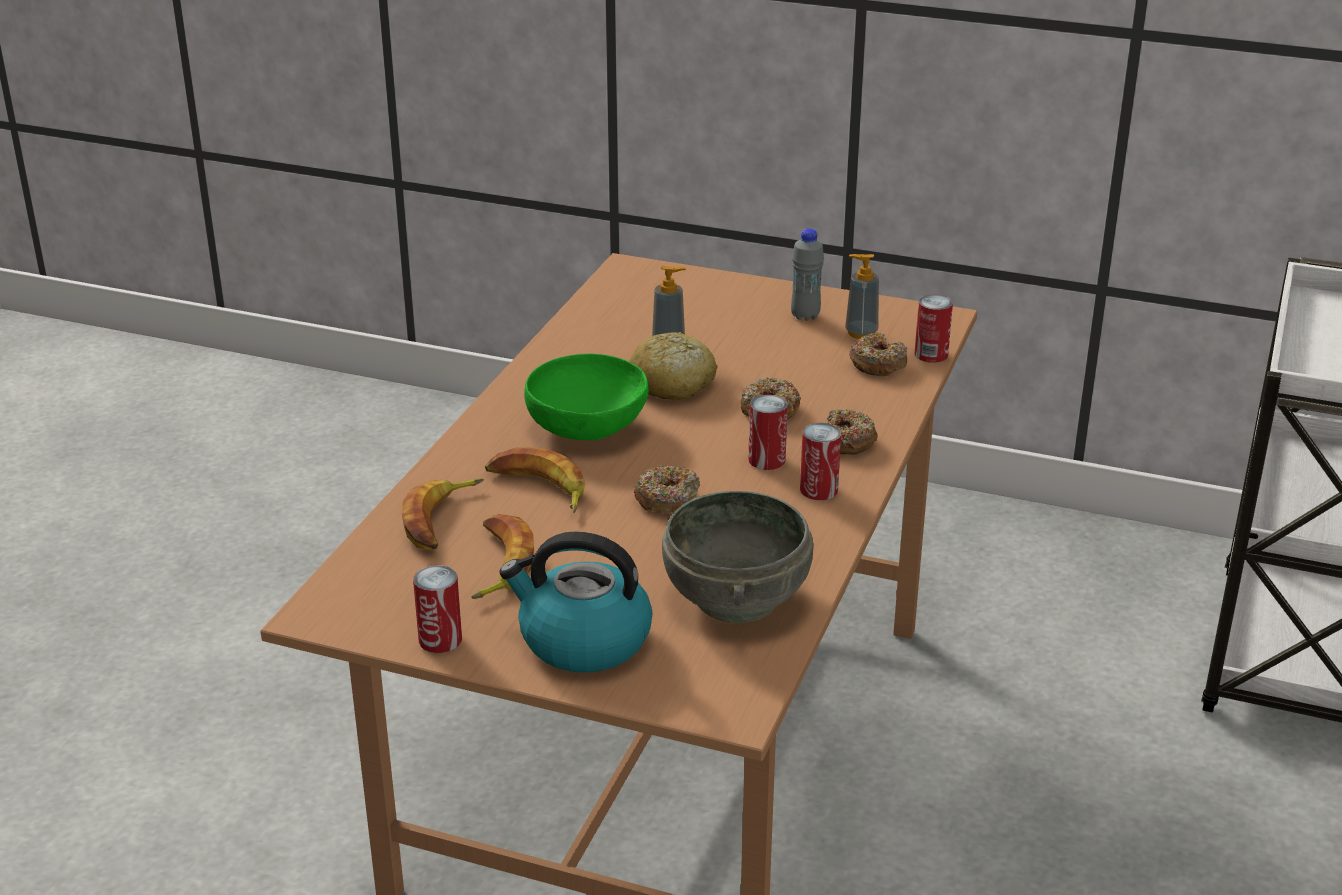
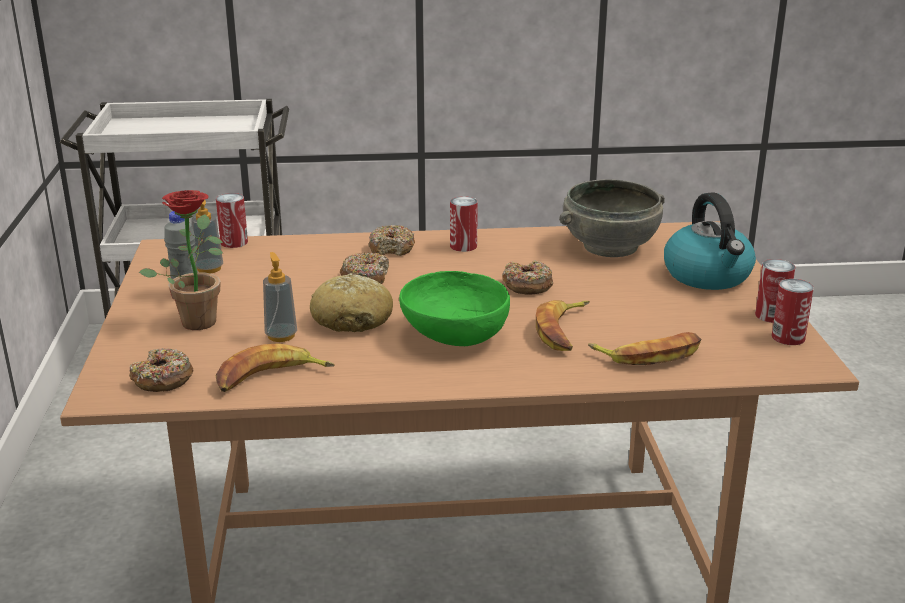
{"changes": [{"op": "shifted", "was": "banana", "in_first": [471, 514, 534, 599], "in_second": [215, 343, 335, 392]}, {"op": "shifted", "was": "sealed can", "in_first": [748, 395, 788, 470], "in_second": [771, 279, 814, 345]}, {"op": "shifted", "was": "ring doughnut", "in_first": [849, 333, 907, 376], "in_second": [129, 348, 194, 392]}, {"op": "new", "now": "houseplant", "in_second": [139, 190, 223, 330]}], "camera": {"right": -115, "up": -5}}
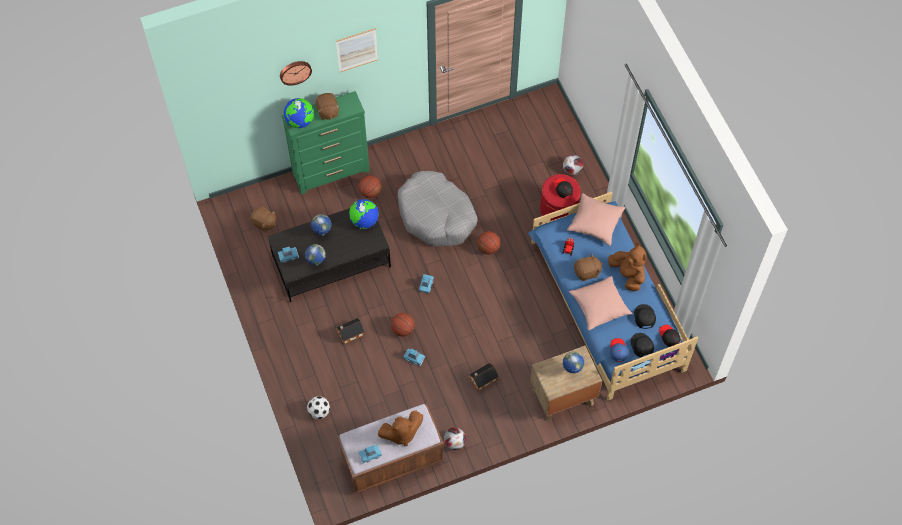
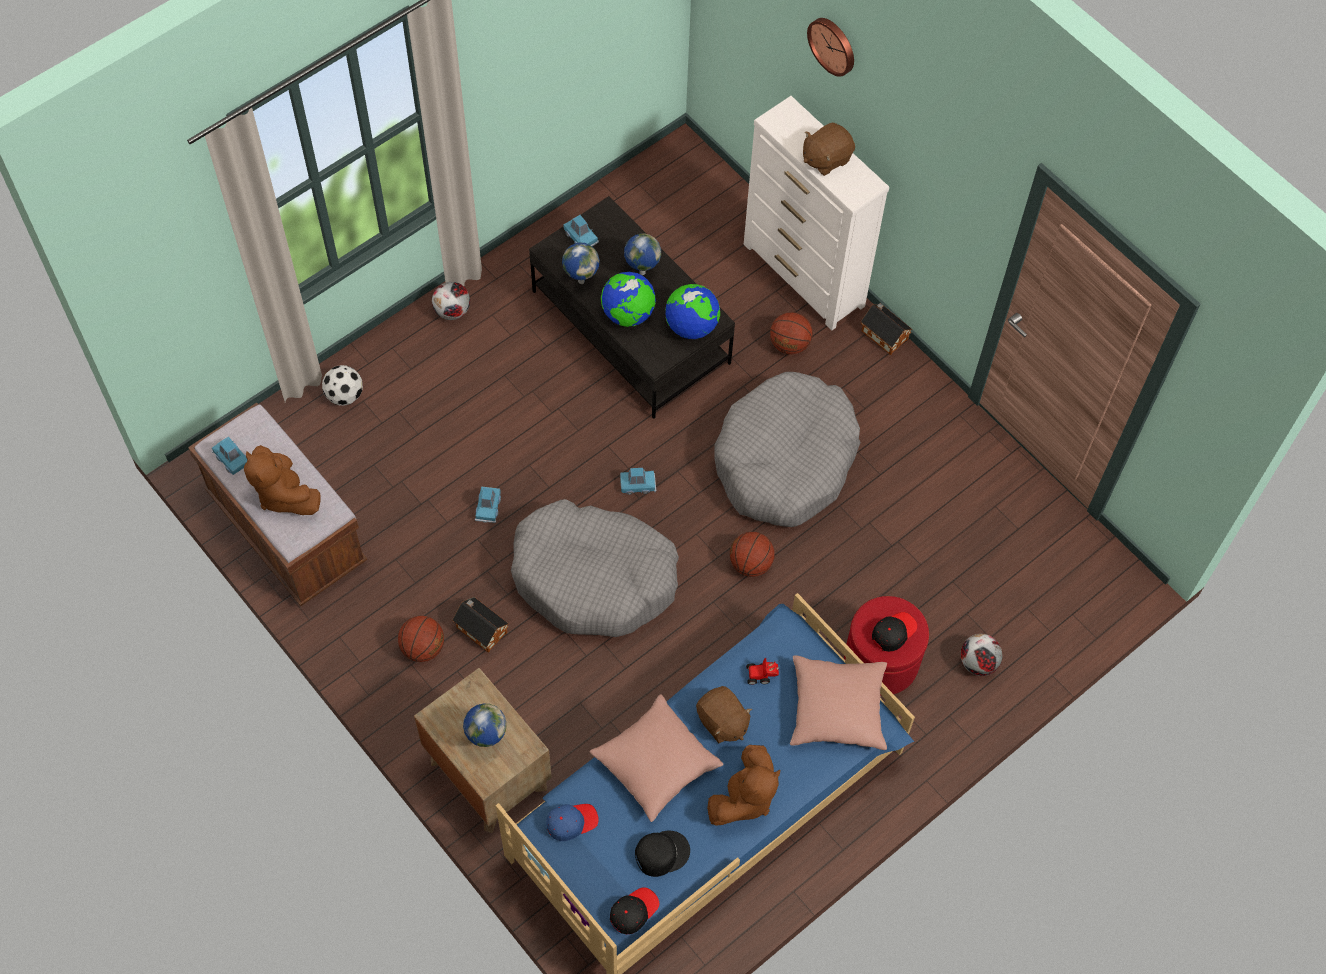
{"changes": [{"op": "gone", "was": "brown-coloured plush toy", "in_first": [250, 206, 277, 232]}, {"op": "repainted", "was": "greenish drawer chest", "now": "white-coloured drawer chest", "in_first": [282, 91, 370, 194], "in_second": [744, 96, 889, 330]}, {"op": "shifted", "was": "world globe", "in_first": [284, 98, 314, 128], "in_second": [601, 272, 656, 327]}, {"op": "gone", "was": "wall picture", "in_first": [336, 28, 378, 72]}, {"op": "shifted", "was": "miniature house", "in_first": [336, 318, 365, 344], "in_second": [861, 303, 913, 355]}, {"op": "shifted", "was": "ball for basketball", "in_first": [391, 313, 415, 337], "in_second": [398, 616, 444, 662]}, {"op": "shifted", "was": "ball for football", "in_first": [444, 427, 466, 450], "in_second": [432, 282, 470, 320]}, {"op": "gone", "was": "blackish baseball cap", "in_first": [630, 333, 654, 358]}, {"op": "new", "now": "grey dog cushion", "in_second": [511, 499, 679, 637]}], "camera": {"right": 70, "up": 0}}
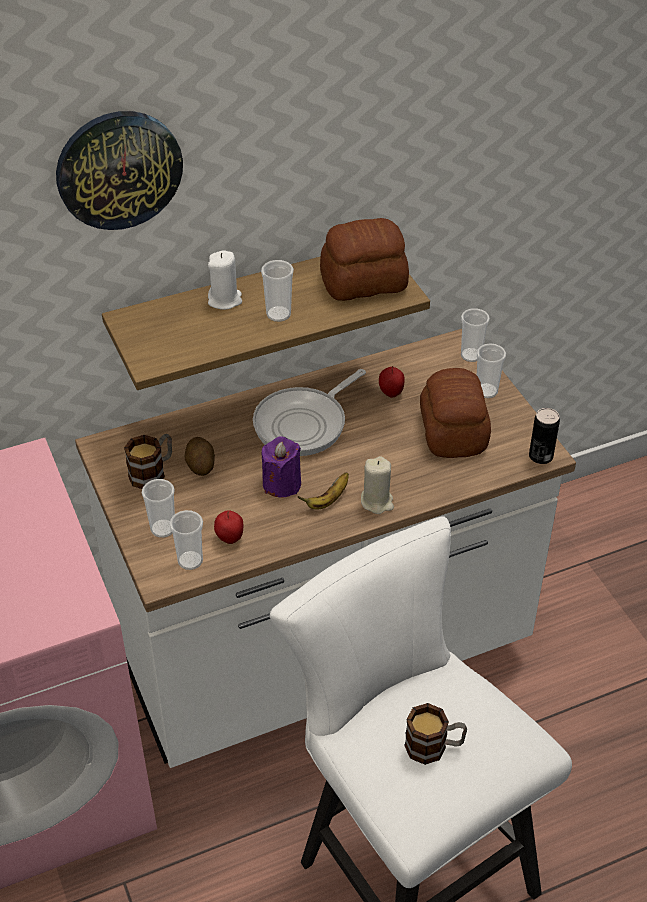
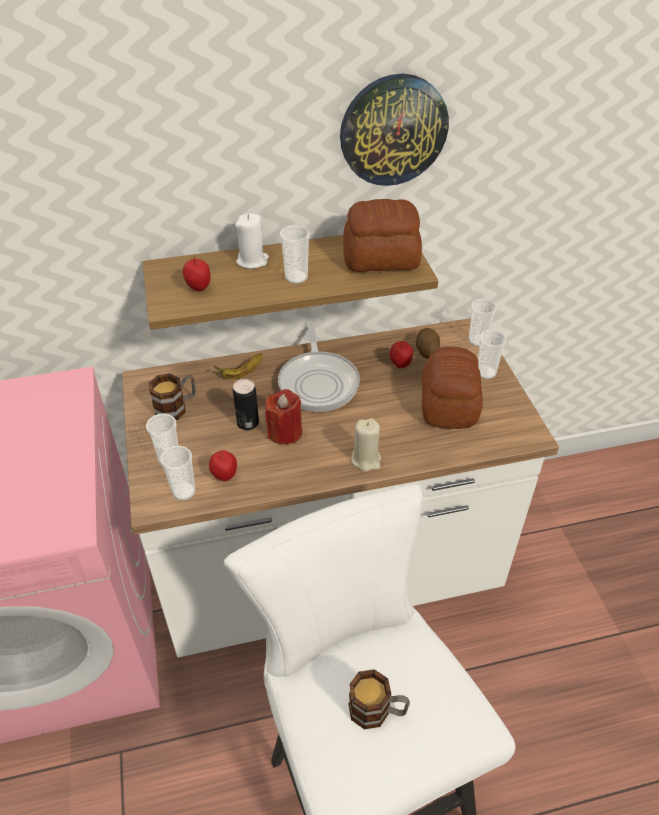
{"changes": [{"op": "shifted", "was": "clock on the wall", "in_first": [56, 111, 183, 230], "in_second": [340, 74, 449, 186]}, {"op": "shifted", "was": "whole potato", "in_first": [185, 437, 215, 476], "in_second": [416, 328, 440, 359]}, {"op": "rotated", "was": "frying pan", "in_first": [253, 369, 366, 456], "in_second": [278, 323, 360, 412], "clockwise": -60}, {"op": "repainted", "was": "purplish wax candle", "now": "red wax candle", "in_first": [262, 436, 301, 498], "in_second": [265, 389, 302, 445]}, {"op": "shifted", "was": "banana", "in_first": [298, 472, 349, 510], "in_second": [214, 353, 262, 379]}, {"op": "shifted", "was": "sealed can", "in_first": [529, 408, 560, 464], "in_second": [233, 379, 259, 430]}, {"op": "new", "now": "whole apple", "in_second": [183, 256, 210, 291]}], "camera": {"right": 10, "up": 0}}
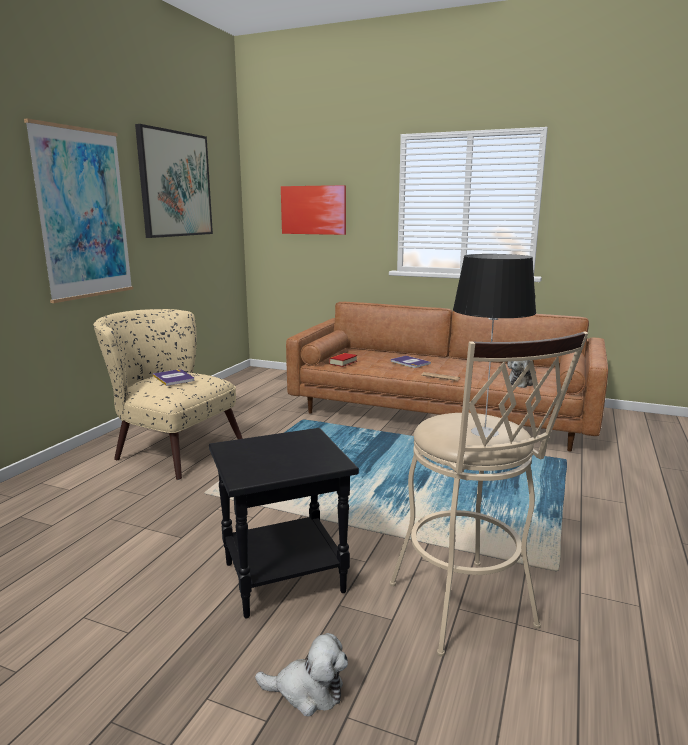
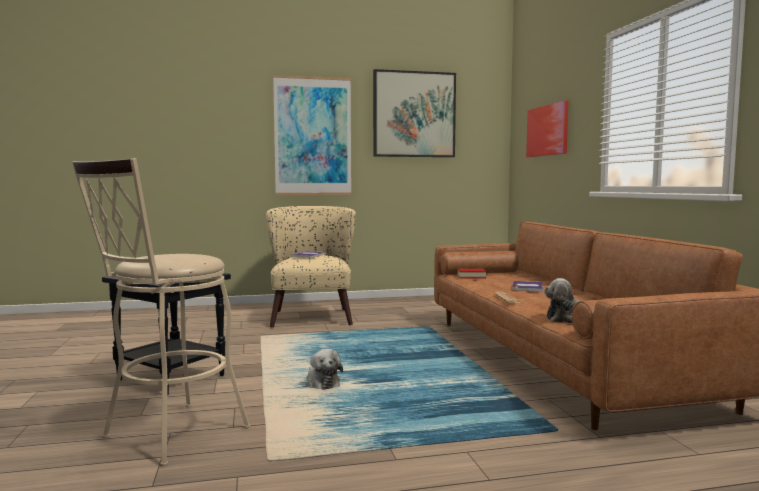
{"changes": [{"op": "shifted", "was": "plush toy", "in_first": [255, 633, 348, 716], "in_second": [306, 349, 343, 390]}, {"op": "gone", "was": "table lamp", "in_first": [453, 254, 536, 437]}], "camera": {"right": 55, "up": -10}}
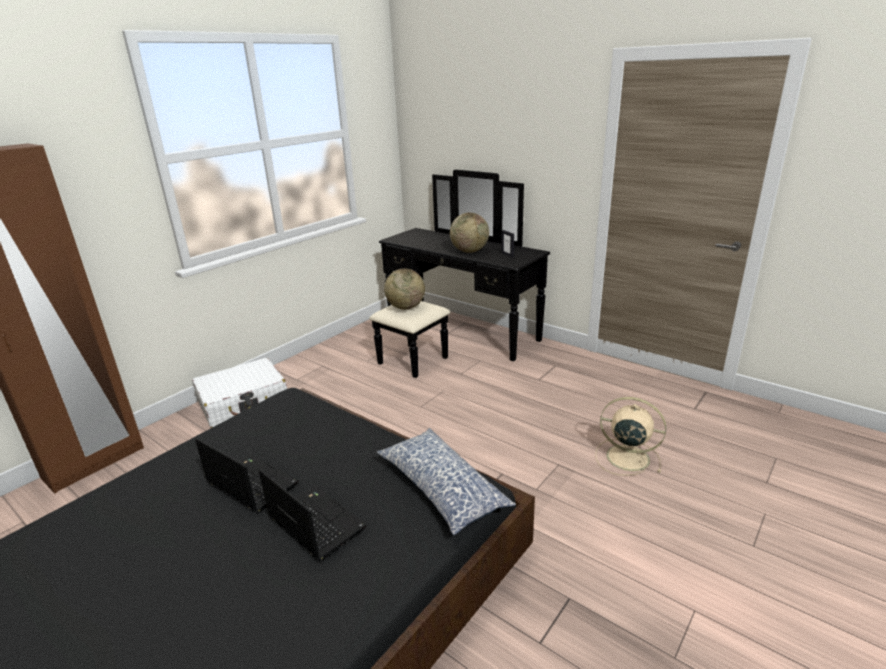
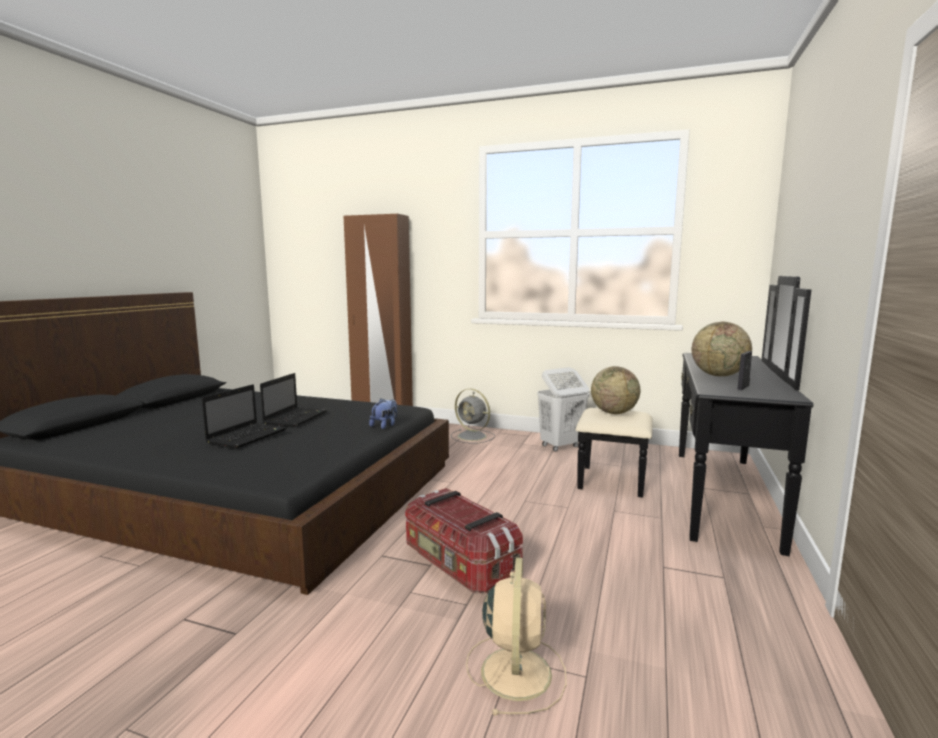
{"changes": [{"op": "swapped", "was": "white-coloured travel case", "now": "grey fan", "in_first": [192, 358, 287, 428], "in_second": [451, 389, 495, 443]}, {"op": "gone", "was": "pillow", "in_first": [377, 428, 516, 535]}, {"op": "new", "now": "plush toy", "in_second": [369, 399, 397, 429]}, {"op": "new", "now": "storage container", "in_second": [405, 488, 523, 594]}, {"op": "new", "now": "white-coloured washing basket", "in_second": [537, 367, 589, 451]}], "camera": {"right": 70, "up": -15}}
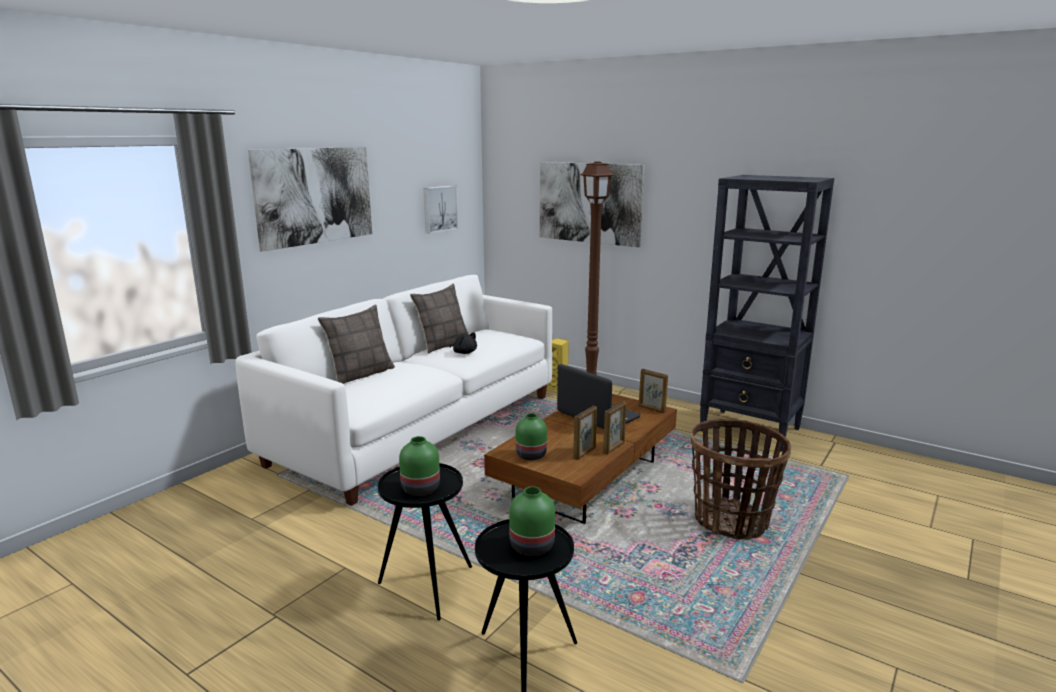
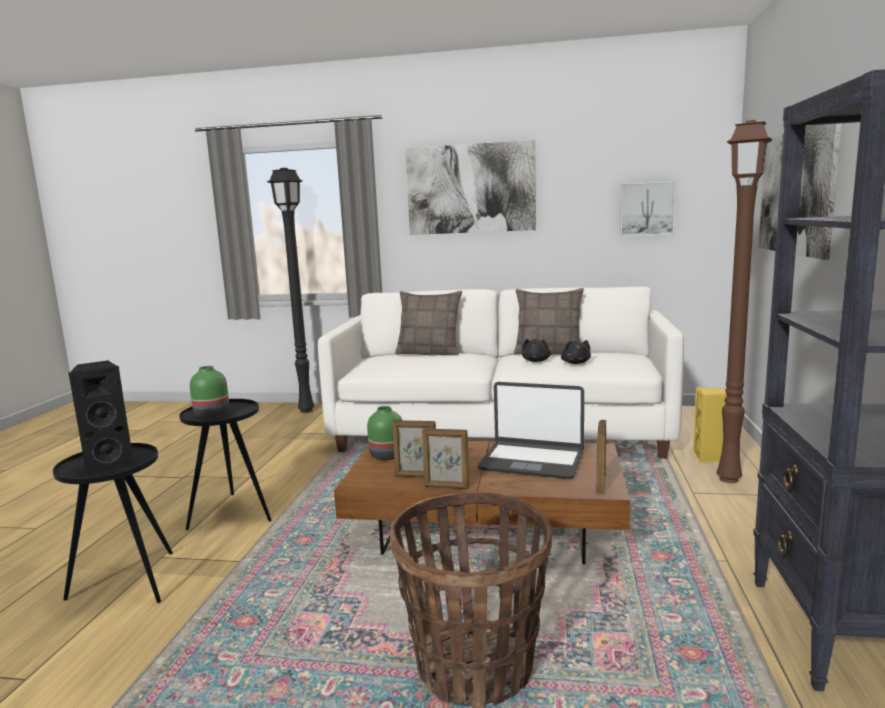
{"changes": [{"op": "swapped", "was": "greenish decorative vase", "now": "blackish speaker", "in_first": [509, 486, 555, 556], "in_second": [68, 360, 135, 476]}, {"op": "rotated", "was": "laptop", "in_first": [557, 364, 641, 429], "in_second": [478, 382, 584, 479], "clockwise": 90}, {"op": "new", "now": "blackish floor lamp", "in_second": [267, 168, 314, 413]}, {"op": "new", "now": "blackish plush toy", "in_second": [561, 340, 591, 364]}], "camera": {"right": 65, "up": -5}}
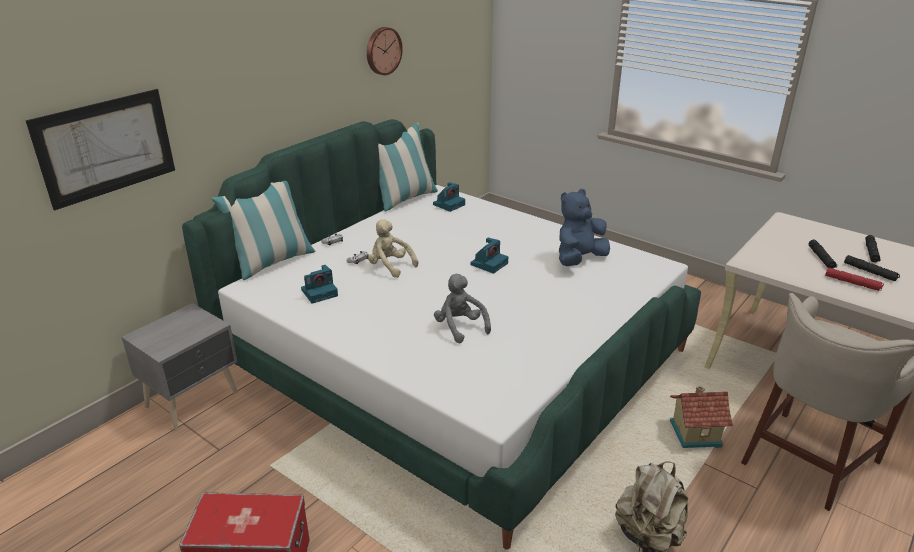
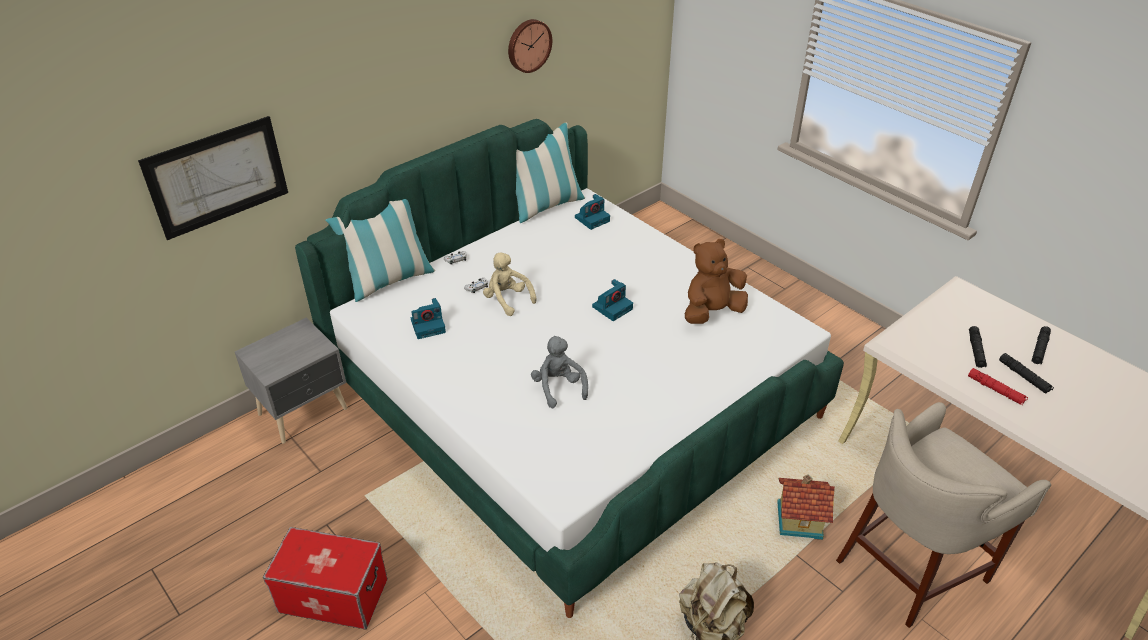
{"changes": [{"op": "repainted", "was": "blue-coloured plush toy", "now": "brown-coloured plush toy", "in_first": [559, 189, 610, 266], "in_second": [685, 239, 748, 324]}], "camera": {"right": 10, "up": 10}}
